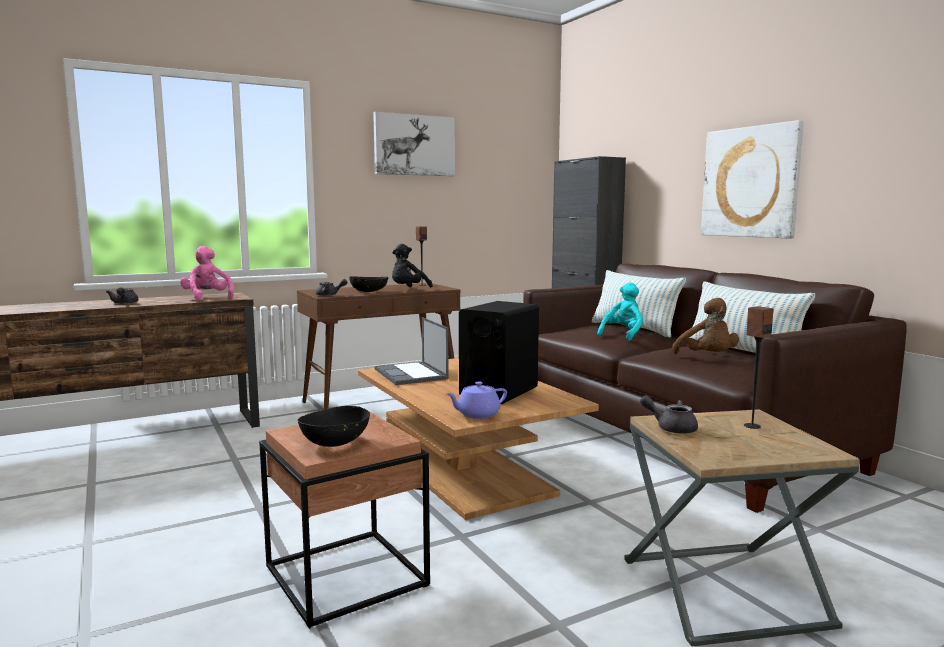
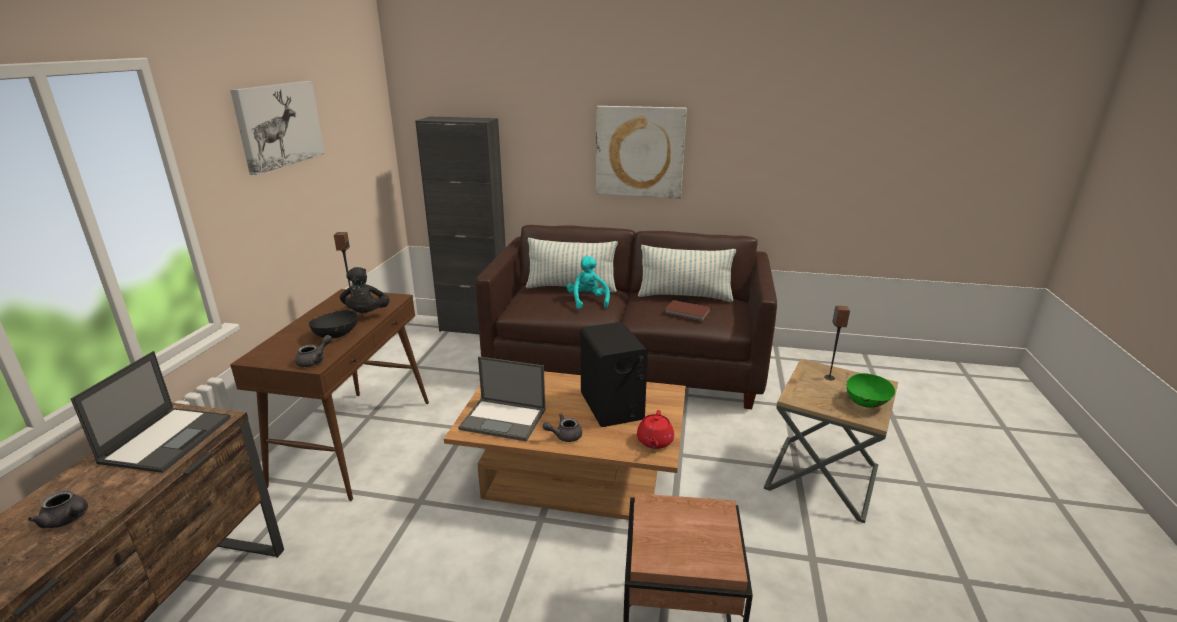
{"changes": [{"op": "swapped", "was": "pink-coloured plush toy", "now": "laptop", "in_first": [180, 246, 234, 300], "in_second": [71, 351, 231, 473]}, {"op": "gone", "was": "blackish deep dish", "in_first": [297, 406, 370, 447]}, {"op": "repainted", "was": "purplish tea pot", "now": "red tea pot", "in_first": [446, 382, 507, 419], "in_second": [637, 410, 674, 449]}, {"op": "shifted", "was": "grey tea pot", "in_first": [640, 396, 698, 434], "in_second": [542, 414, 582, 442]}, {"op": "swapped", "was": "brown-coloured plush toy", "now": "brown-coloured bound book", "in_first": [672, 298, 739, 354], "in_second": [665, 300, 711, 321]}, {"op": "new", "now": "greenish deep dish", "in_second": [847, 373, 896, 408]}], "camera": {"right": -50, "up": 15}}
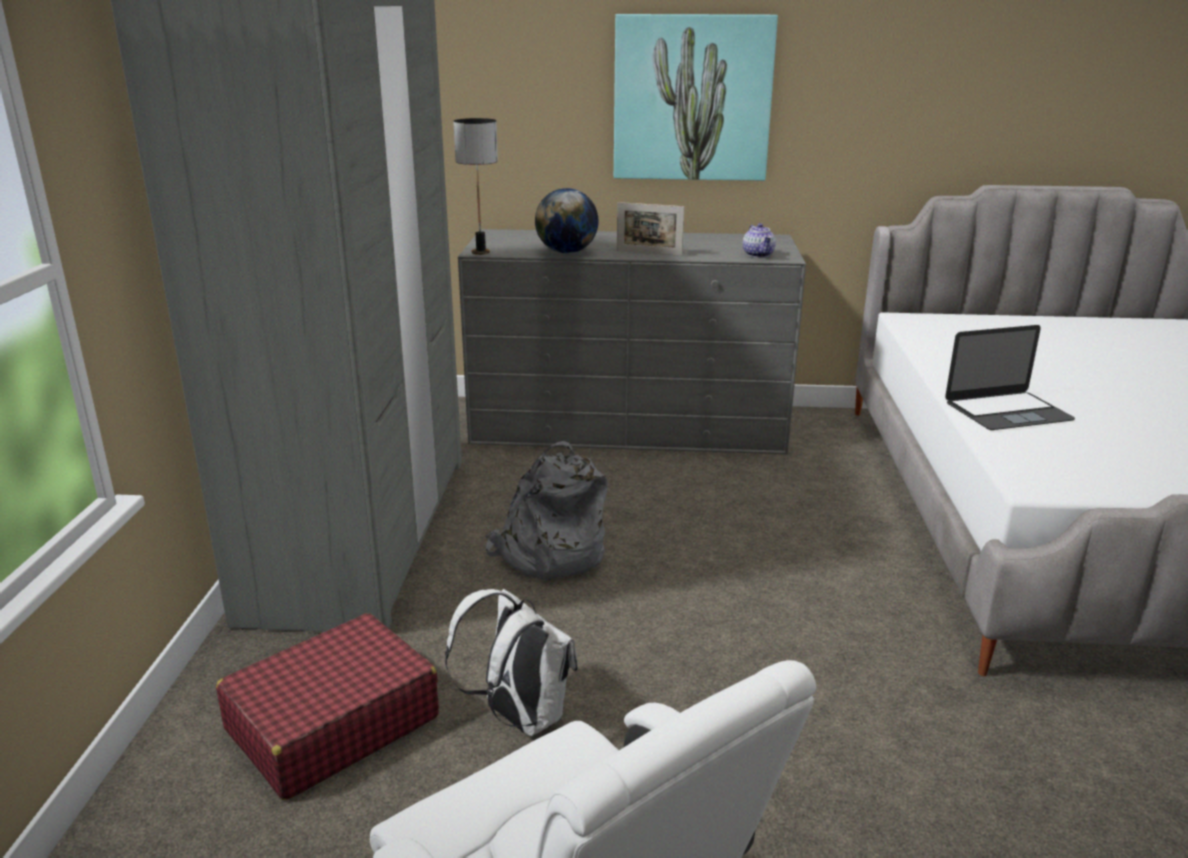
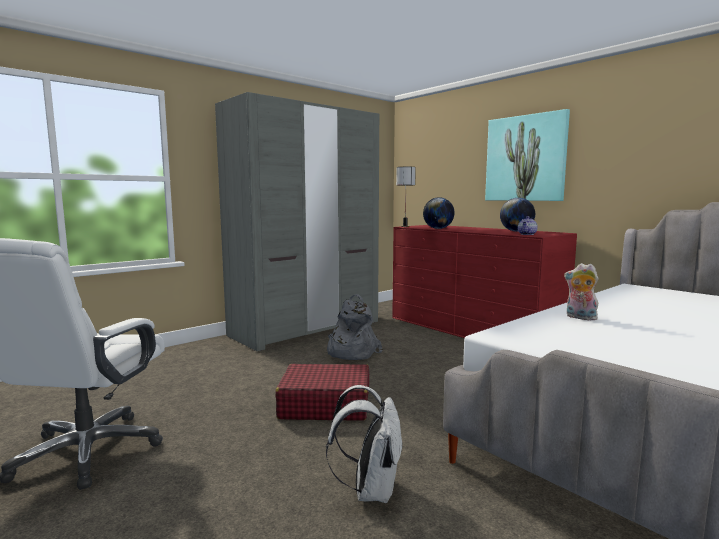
{"changes": [{"op": "shifted", "was": "red travel case", "in_first": [216, 613, 439, 800], "in_second": [275, 364, 369, 420]}, {"op": "shifted", "was": "white-coloured backpack", "in_first": [445, 589, 578, 736], "in_second": [326, 385, 403, 503]}, {"op": "repainted", "was": "grey drawer chest", "now": "red drawer chest", "in_first": [458, 229, 806, 454], "in_second": [392, 225, 577, 338]}, {"op": "gone", "was": "photo frame", "in_first": [617, 202, 684, 256]}, {"op": "swapped", "was": "laptop", "now": "plush toy", "in_first": [945, 325, 1075, 430], "in_second": [564, 263, 599, 321]}, {"op": "new", "now": "world globe", "in_second": [500, 198, 535, 232]}], "camera": {"right": 45, "up": -15}}
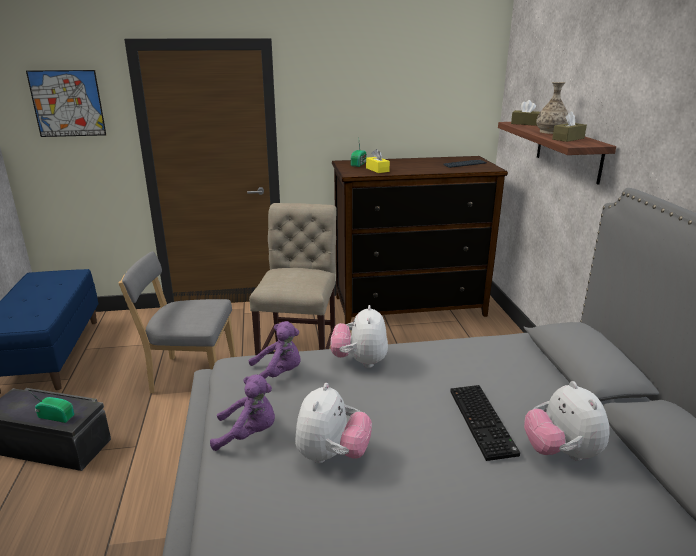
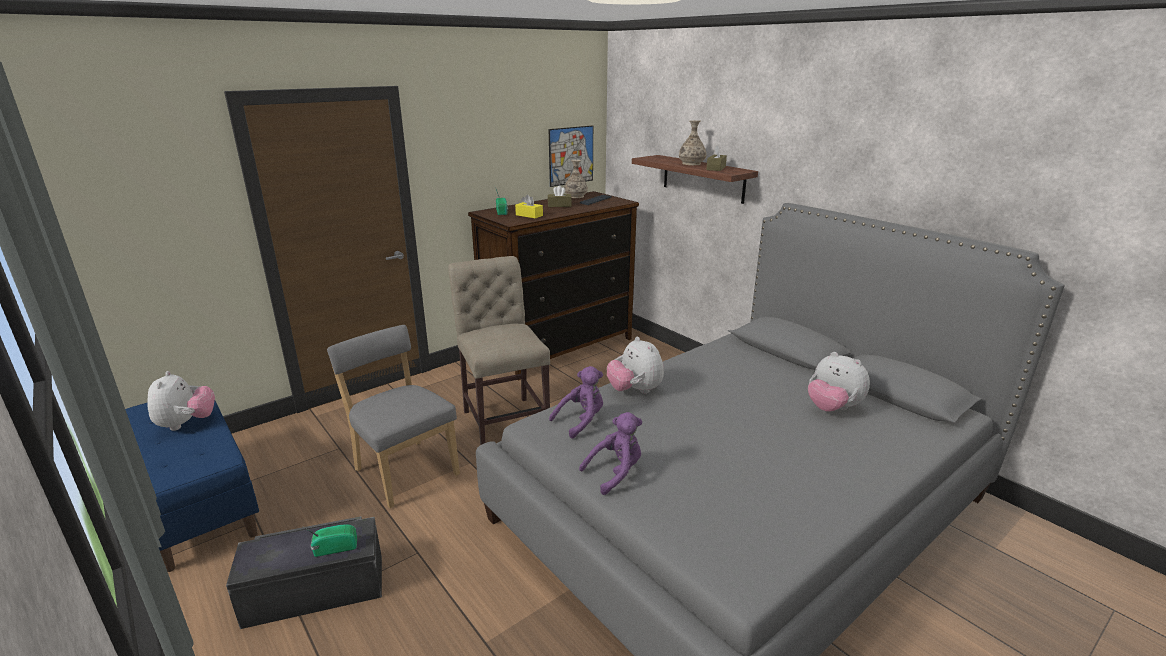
{"changes": [{"op": "shifted", "was": "wall picture", "in_first": [26, 70, 106, 137], "in_second": [549, 125, 593, 187]}, {"op": "rotated", "was": "grey plain chair", "in_first": [119, 251, 236, 393], "in_second": [327, 325, 460, 508], "clockwise": 75}, {"op": "shifted", "was": "plush toy", "in_first": [295, 383, 372, 463], "in_second": [147, 371, 215, 431]}, {"op": "gone", "was": "computer keyboard", "in_first": [450, 385, 520, 461]}, {"op": "shifted", "was": "brown-coloured box of tissues", "in_first": [511, 100, 540, 126], "in_second": [548, 185, 572, 207]}, {"op": "new", "now": "decorative vase", "in_second": [564, 160, 588, 198]}], "camera": {"right": -30, "up": 0}}
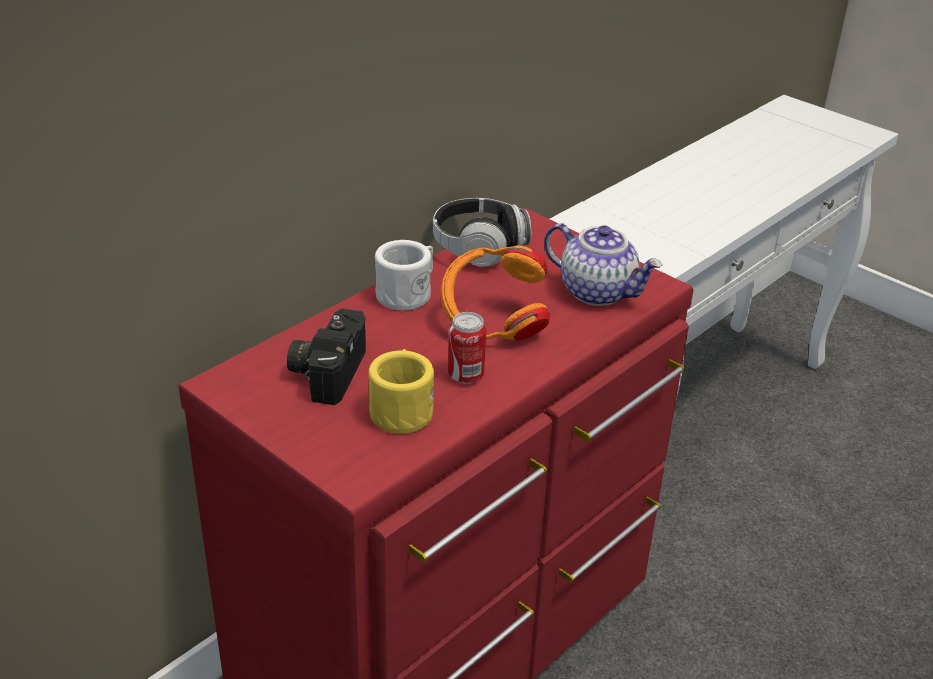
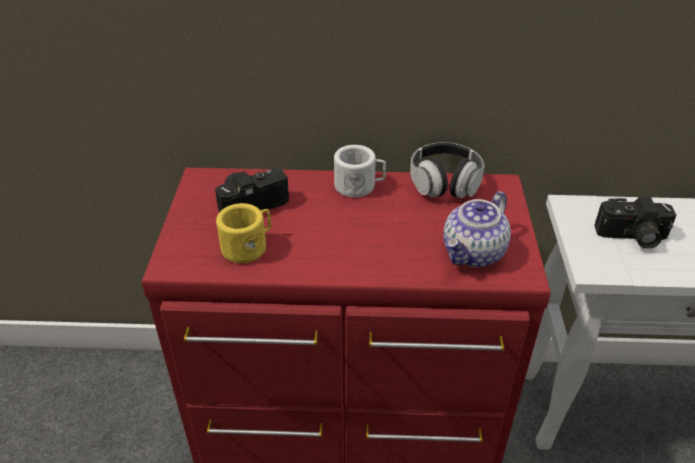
{"changes": [{"op": "gone", "was": "orangey headset", "in_first": [441, 245, 550, 341]}, {"op": "gone", "was": "sealed can", "in_first": [448, 312, 486, 384]}, {"op": "rotated", "was": "tea pot", "in_first": [544, 223, 662, 306], "in_second": [443, 191, 511, 267], "clockwise": 45}, {"op": "new", "now": "photo camera", "in_second": [594, 196, 676, 249]}], "camera": {"right": 50, "up": 5}}
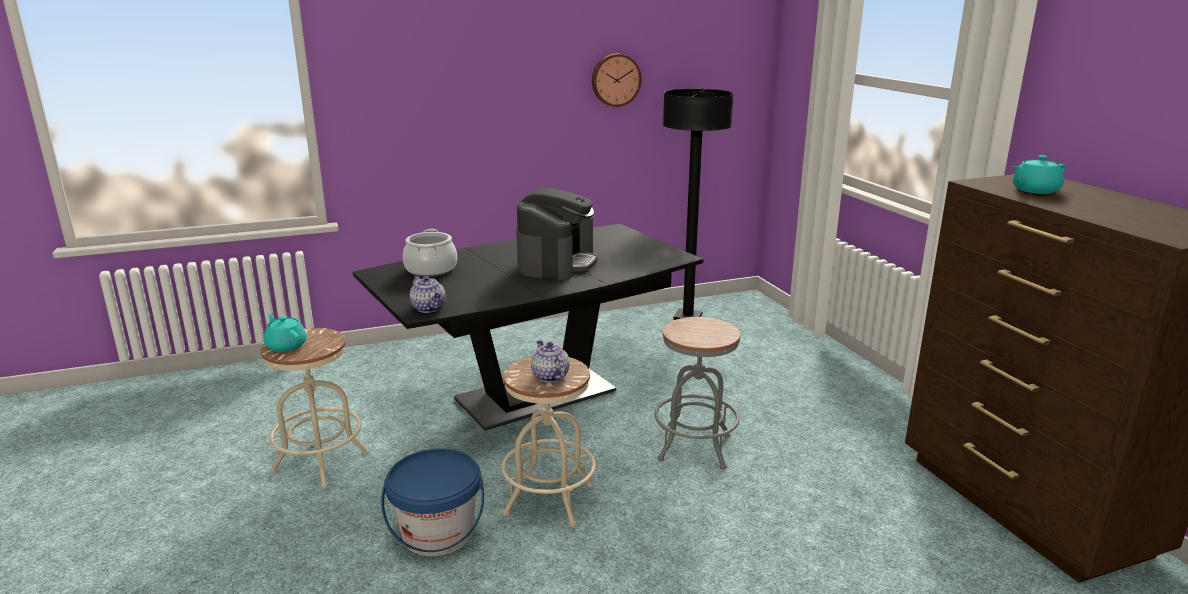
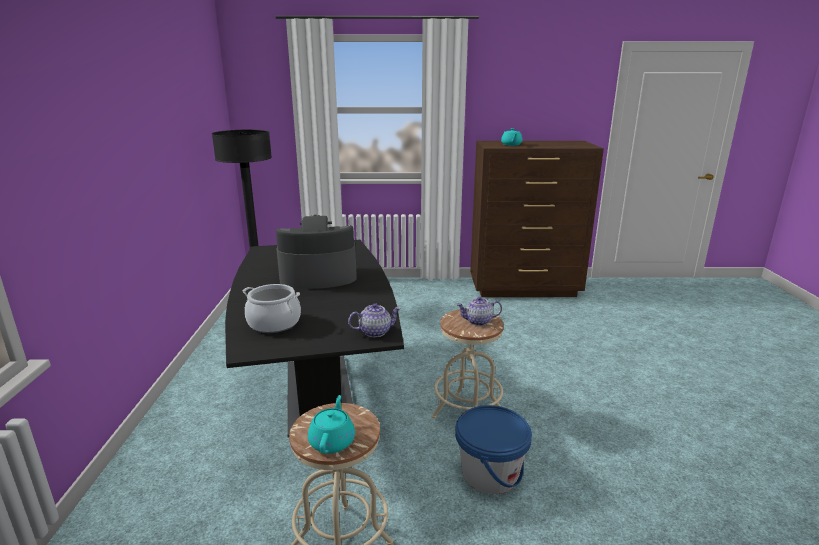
{"changes": [{"op": "rotated", "was": "turquoise-coloured tea pot", "in_first": [264, 314, 307, 352], "in_second": [308, 395, 355, 454], "clockwise": 120}, {"op": "rotated", "was": "coffee brewer", "in_first": [516, 188, 598, 280], "in_second": [276, 215, 357, 289], "clockwise": -45}, {"op": "gone", "was": "clock on the wall", "in_first": [592, 54, 642, 107]}, {"op": "gone", "was": "grey stool seat", "in_first": [654, 317, 740, 469]}], "camera": {"right": -70, "up": 0}}
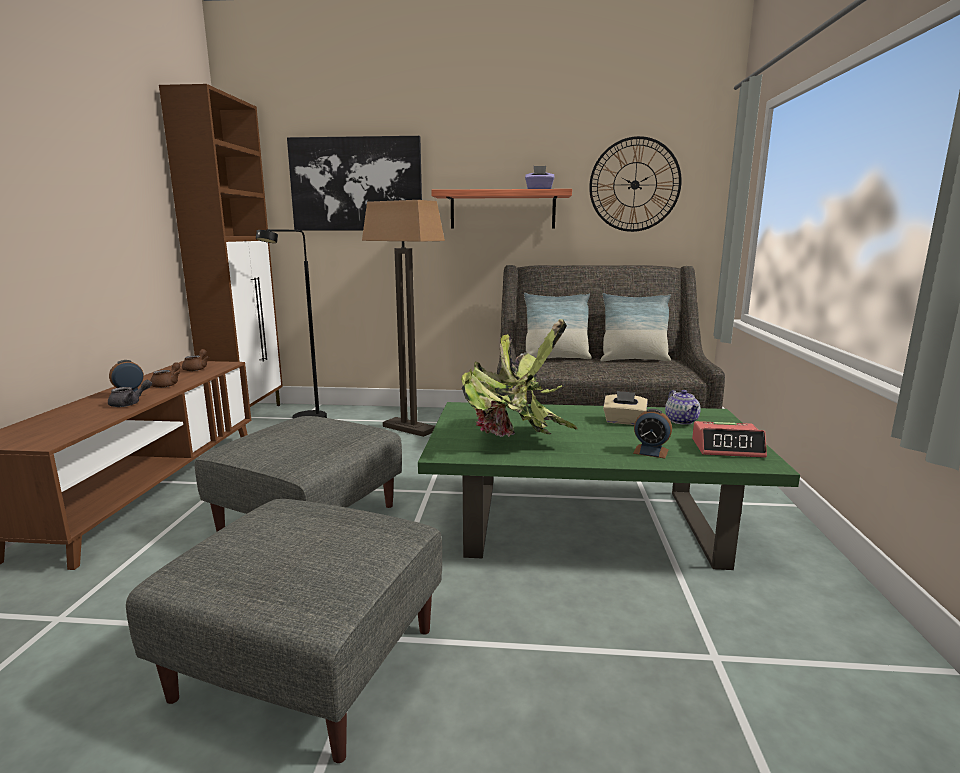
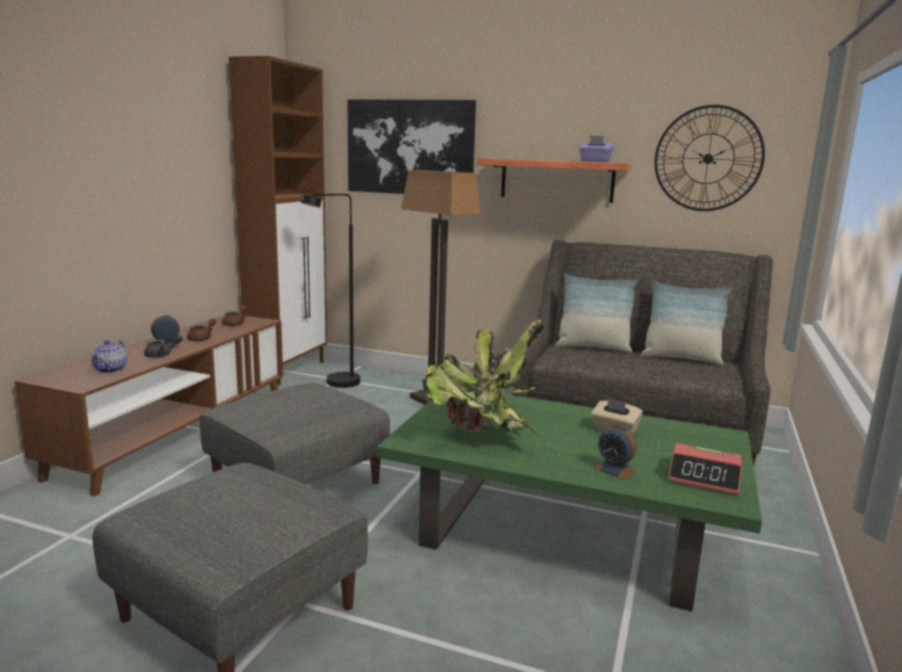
{"changes": [{"op": "shifted", "was": "tea pot", "in_first": [665, 390, 701, 424], "in_second": [91, 340, 127, 373]}], "camera": {"right": 15, "up": 0}}
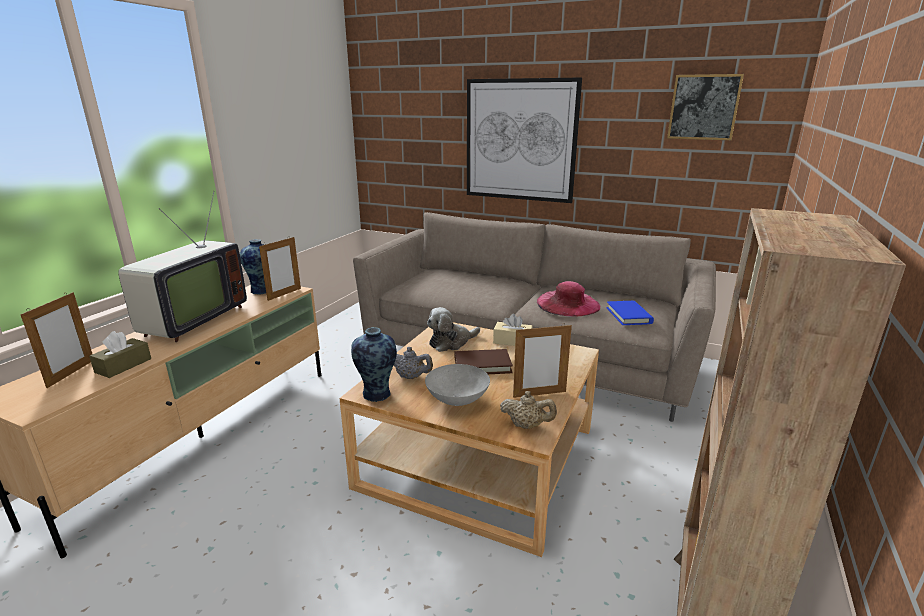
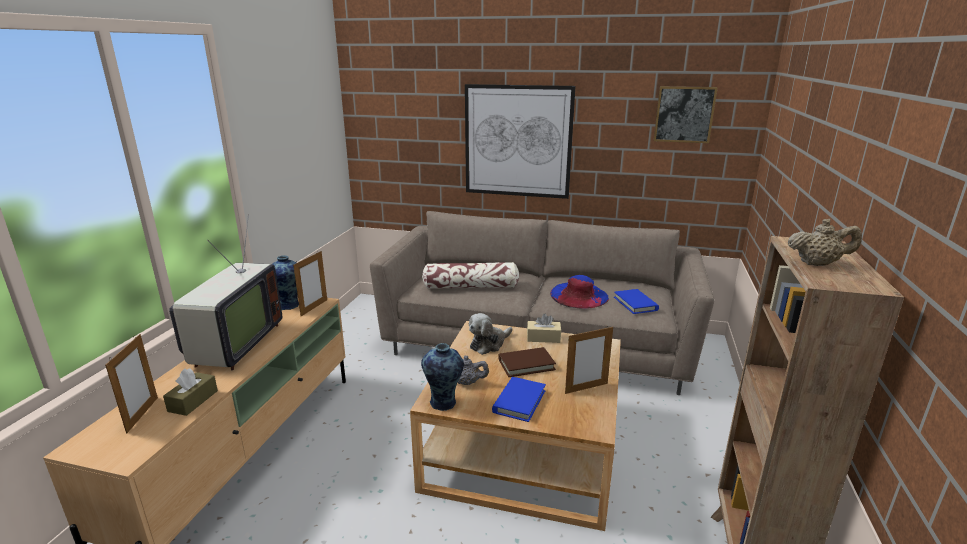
{"changes": [{"op": "swapped", "was": "grey deep dish", "now": "blue-coloured bound book", "in_first": [425, 364, 490, 406], "in_second": [492, 377, 546, 422]}, {"op": "shifted", "was": "beige tea pot", "in_first": [500, 391, 557, 429], "in_second": [787, 219, 862, 266]}, {"op": "repainted", "was": "pink-coloured clothing hat", "now": "blue-coloured clothing hat", "in_first": [537, 281, 601, 317], "in_second": [550, 275, 609, 309]}, {"op": "new", "now": "pillow", "in_second": [422, 262, 519, 289]}], "camera": {"right": -10, "up": 0}}
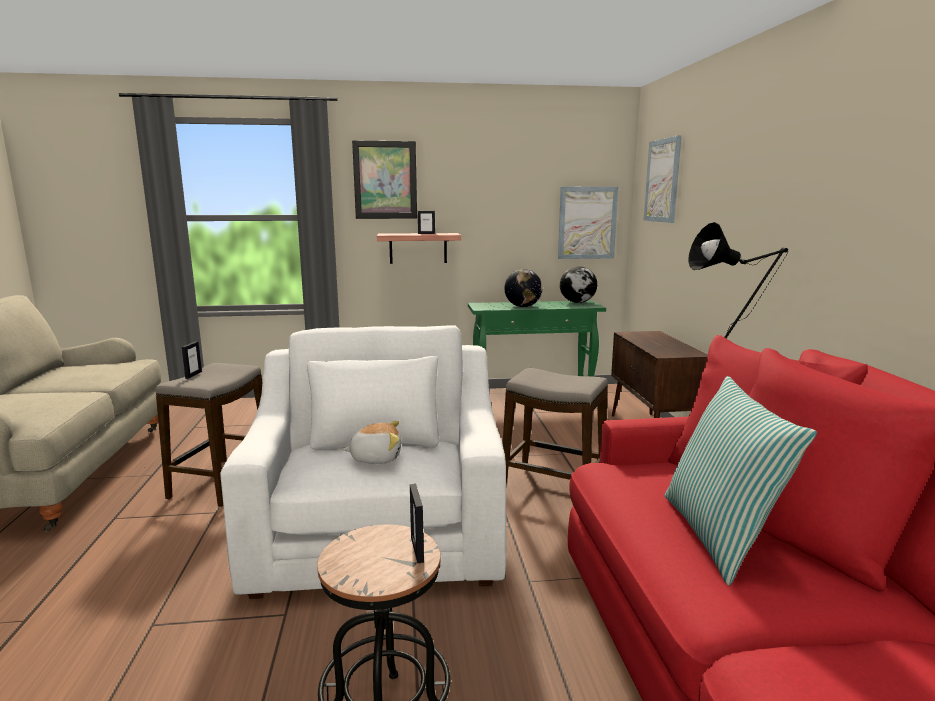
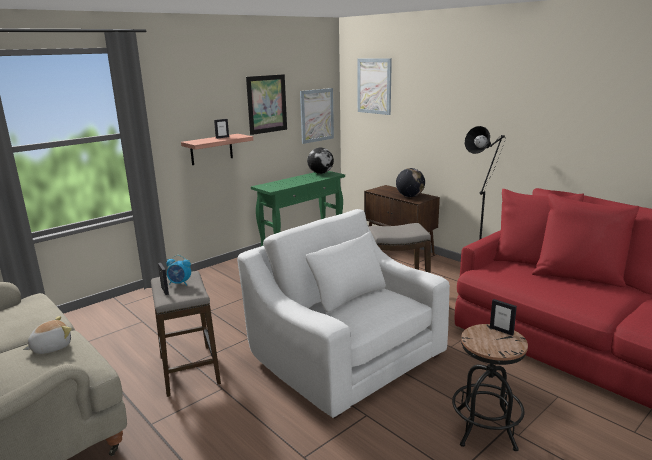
{"changes": [{"op": "shifted", "was": "plush toy", "in_first": [342, 421, 401, 464], "in_second": [23, 316, 72, 354]}, {"op": "shifted", "was": "wall picture", "in_first": [352, 141, 417, 219], "in_second": [246, 74, 287, 135]}, {"op": "shifted", "was": "world globe", "in_first": [504, 269, 543, 307], "in_second": [396, 168, 425, 197]}, {"op": "gone", "was": "pillow", "in_first": [664, 376, 817, 586]}, {"op": "new", "now": "table clock", "in_second": [167, 255, 191, 286]}], "camera": {"right": -35, "up": 5}}
